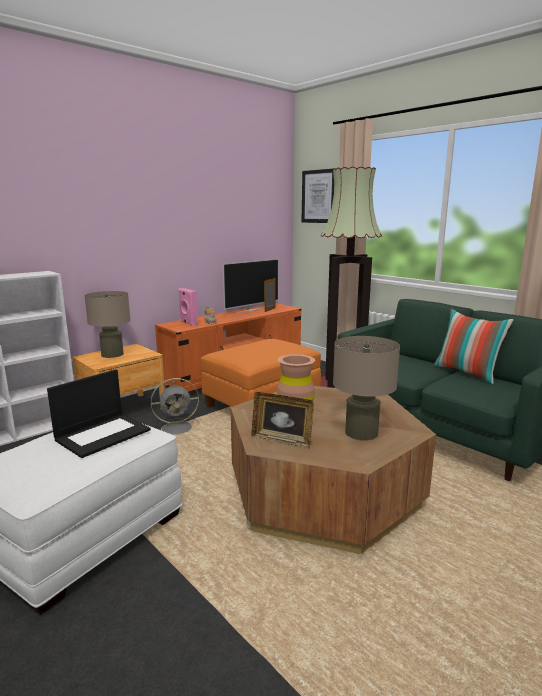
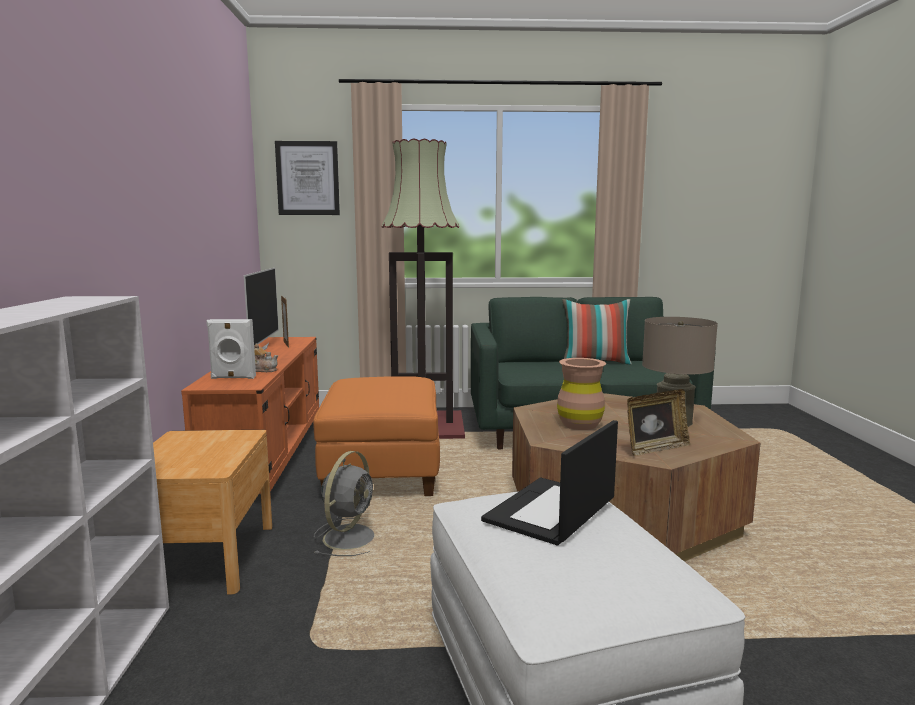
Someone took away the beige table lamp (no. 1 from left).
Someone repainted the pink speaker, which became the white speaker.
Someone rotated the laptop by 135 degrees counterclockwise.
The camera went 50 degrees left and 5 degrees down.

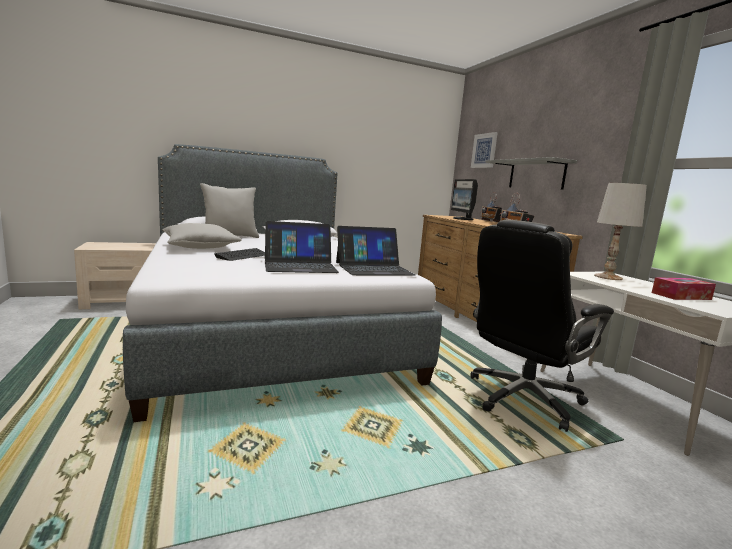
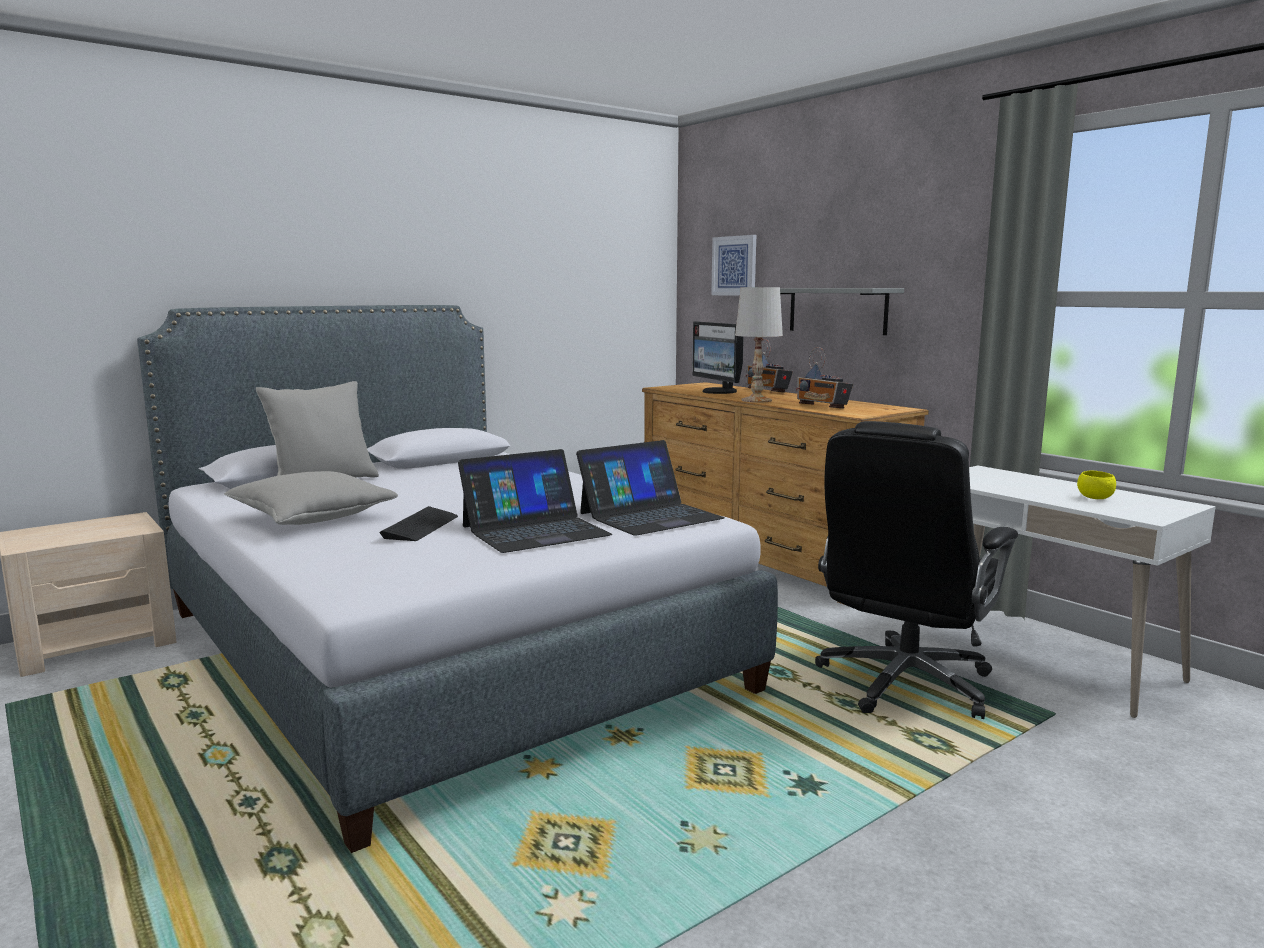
Someone carried the white table lamp.
Someone swapped the tissue box for the yellow bowl.
The camera went 15 degrees left and 0 degrees up.

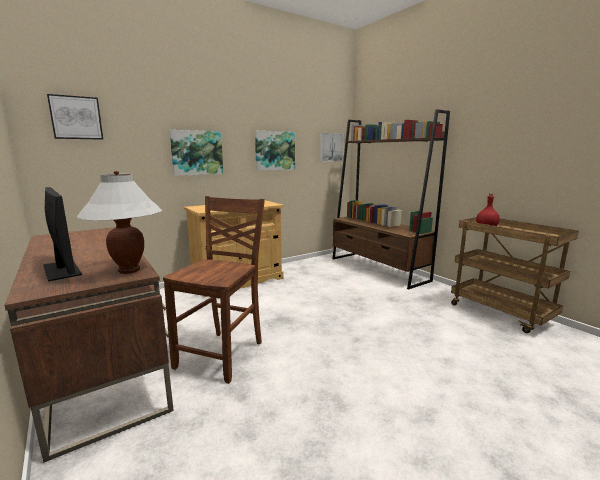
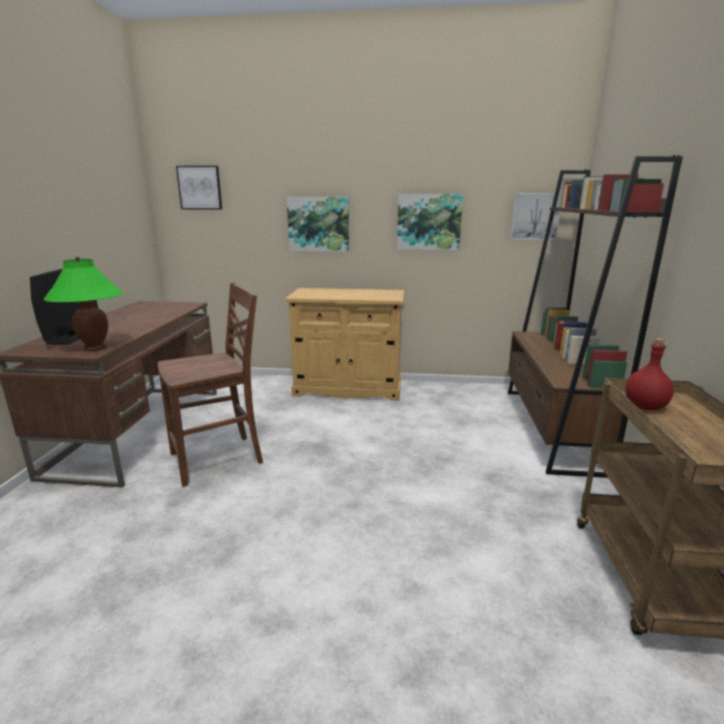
Someone repainted the white table lamp, which became the green table lamp.
The camera went 40 degrees right and 5 degrees up.

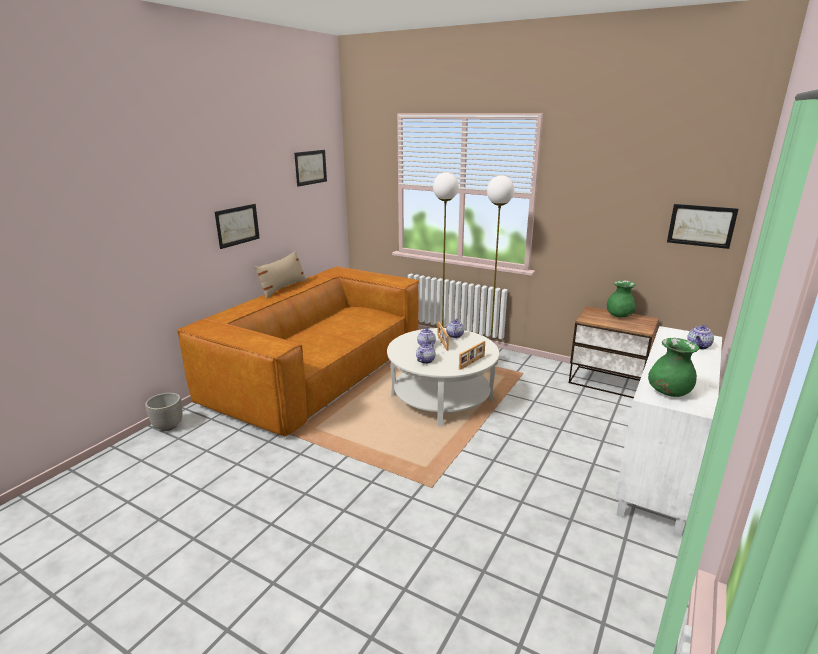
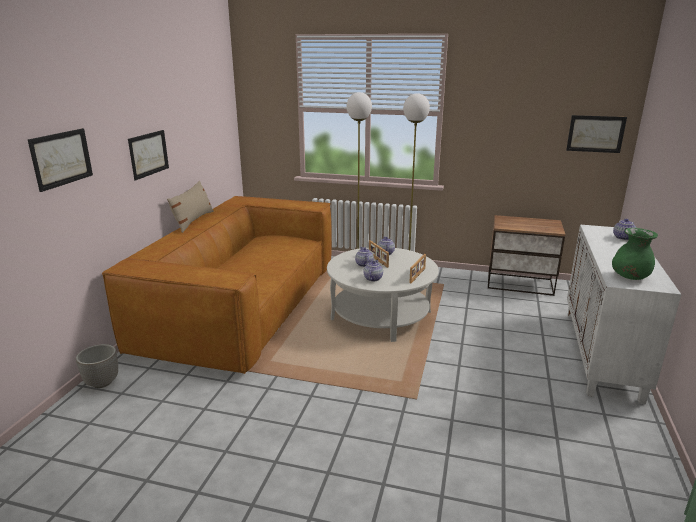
Someone took away the green vase (no. 1 from left).
Someone carried the picture (no. 2 from left in the first image).
The camera went 15 degrees left and 0 degrees up.

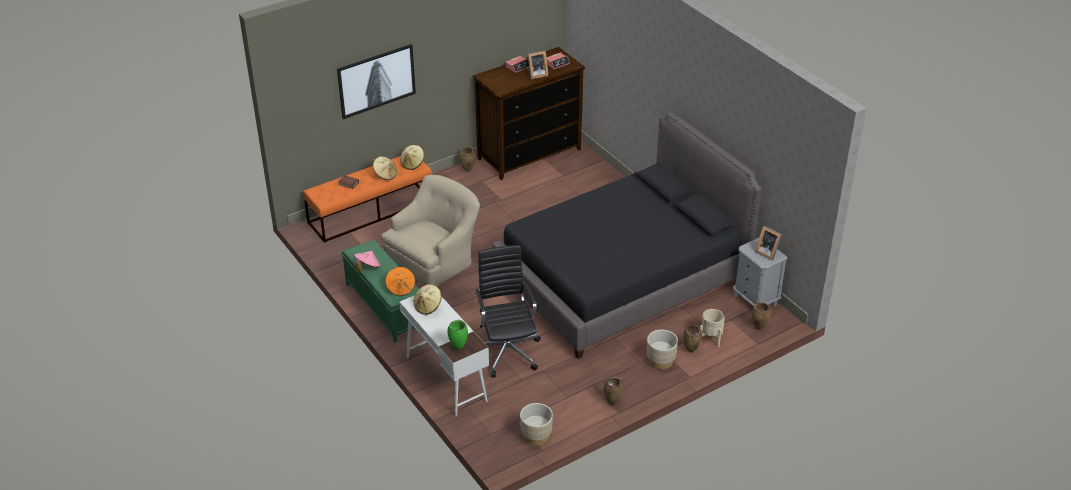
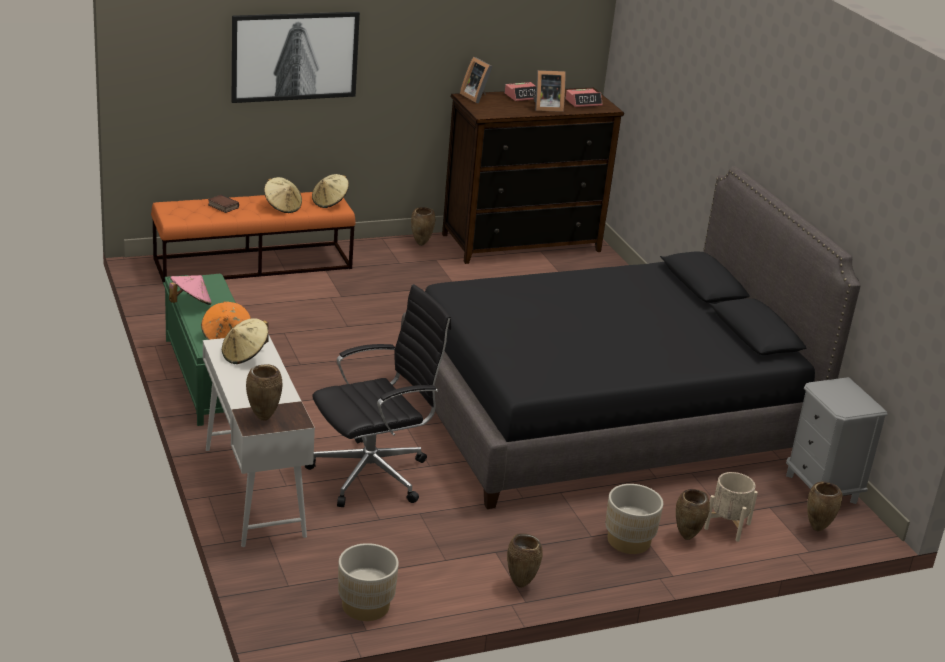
Someone took away the beige armchair.
Someone carried the picture frame (no. 2 from left in the first image).
Someone repainted the green vase, which became the brown vase (no. 1 from left).
Someone rotated the black office chair by 60 degrees clockwise.
The camera went 10 degrees right and 10 degrees down.

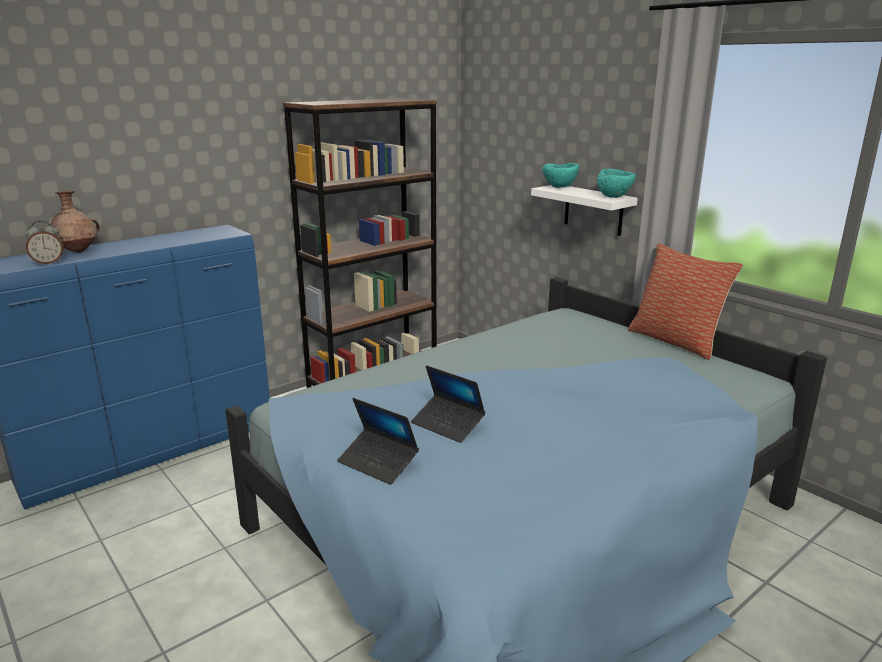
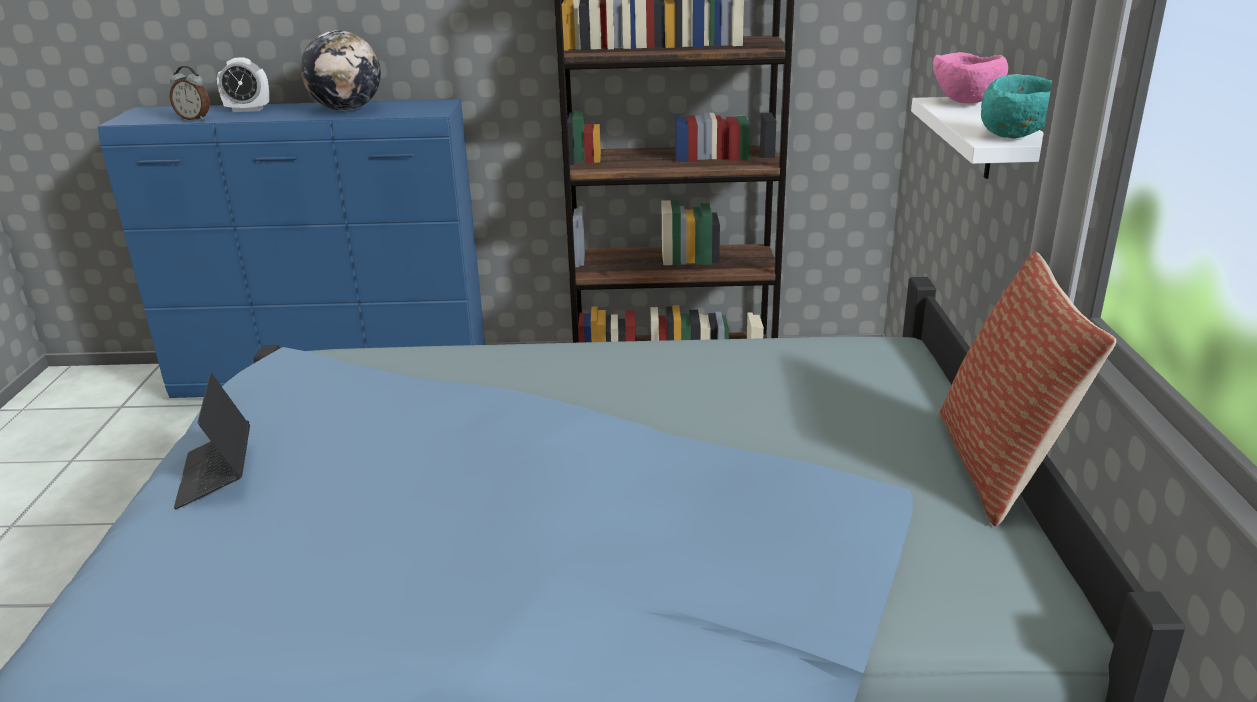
Someone took away the laptop (no. 2 from left).
Someone put down the globe.
Someone swapped the brown vase for the alarm clock (no. 2 from left).
Someone repainted the turquoise bowl (no. 1 from left), which became the pink bowl.
The camera went 40 degrees right and 5 degrees up.

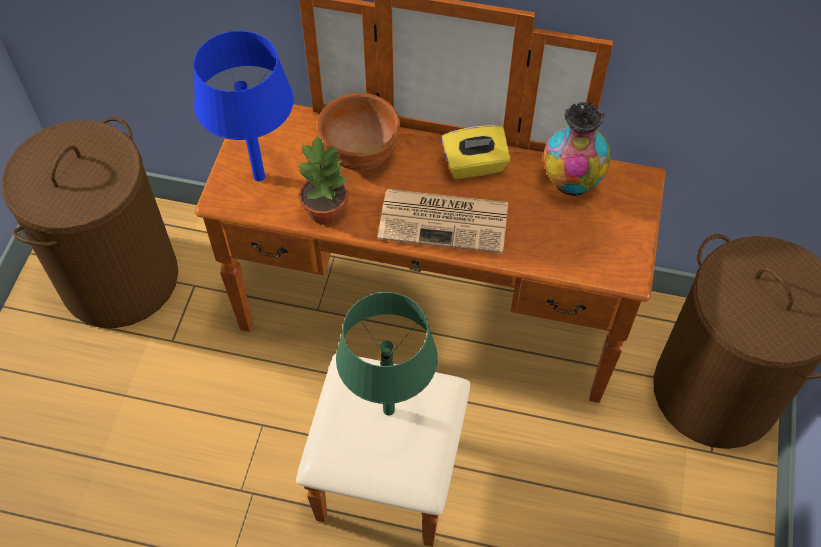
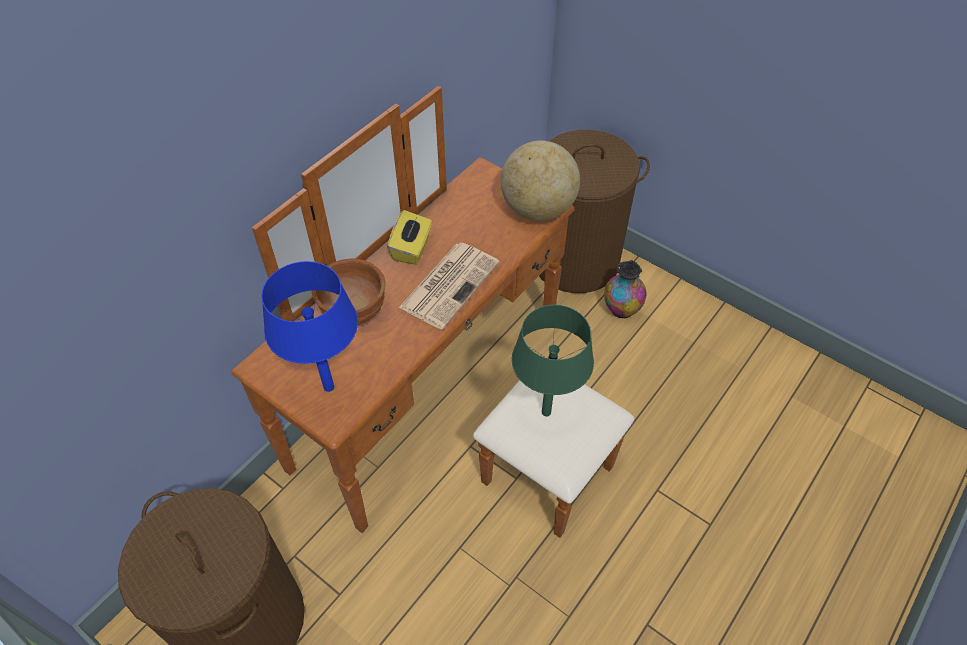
Someone took away the potted plant.
Someone put down the globe.
Someone carried the vase.
The camera went 65 degrees left and 5 degrees down.

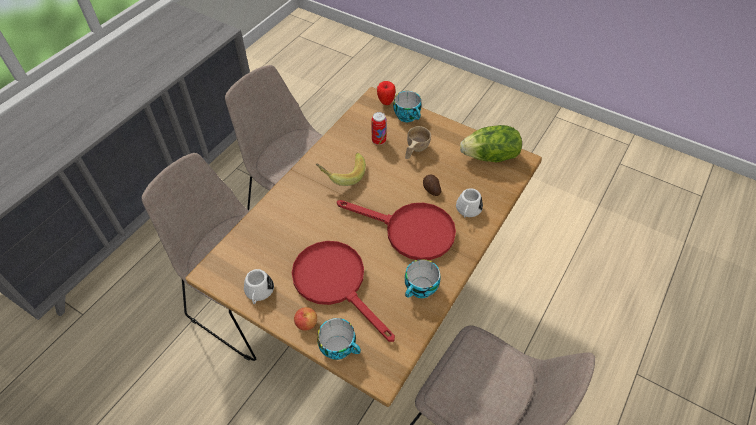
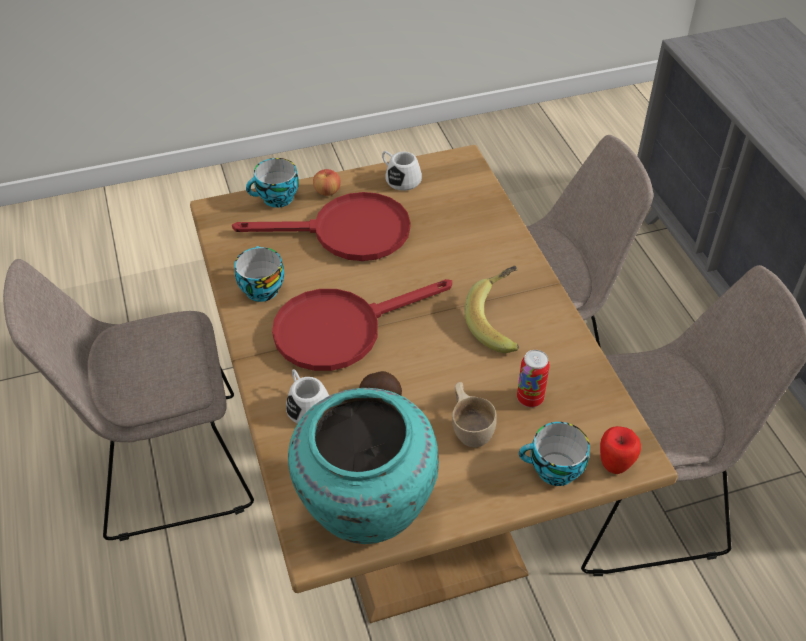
Someone swapped the lettuce for the turquoise vase.
The camera went 130 degrees right and 5 degrees down.

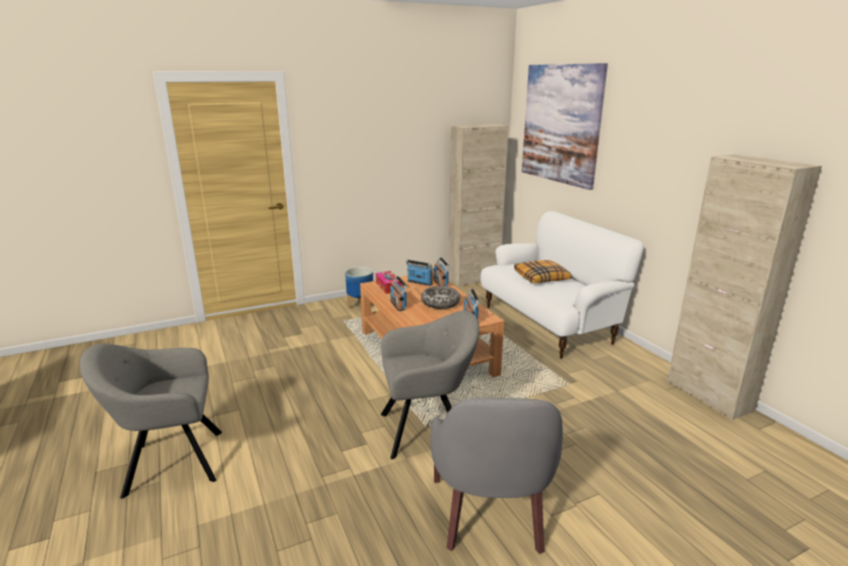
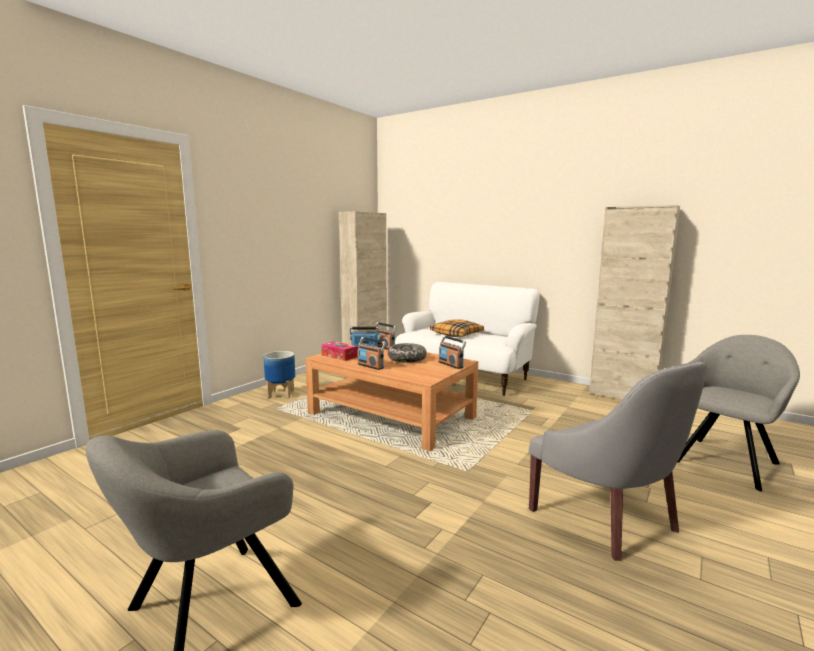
Someone took away the picture.
Someone carried the grey armchair (no. 2 from left in the first image).
The camera went 30 degrees left and 10 degrees down.

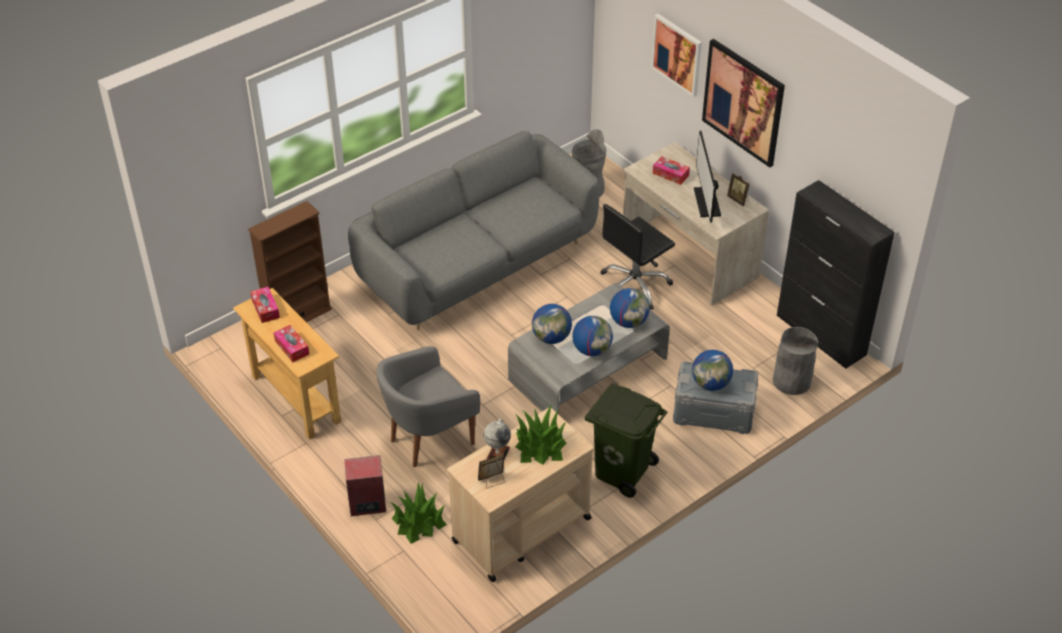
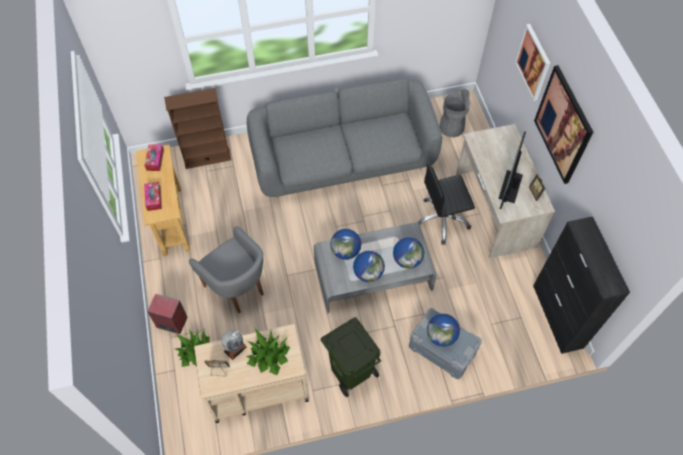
Someone took away the tissue box (no. 3 from left).
Someone took away the grey trash can (no. 2 from left).
Someone rotated the grey armchair by 120 degrees counterclockwise.
The camera went 25 degrees right and 15 degrees up.

